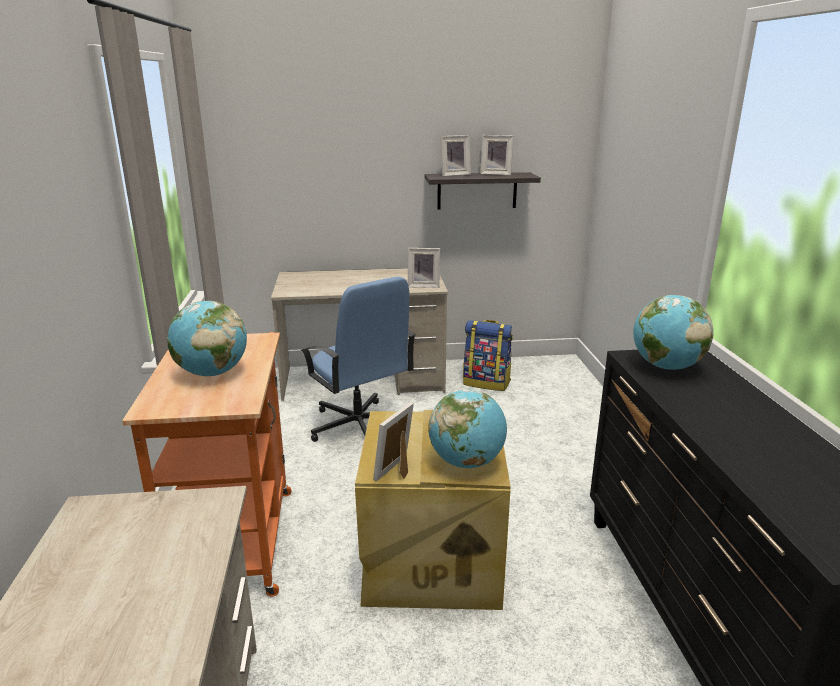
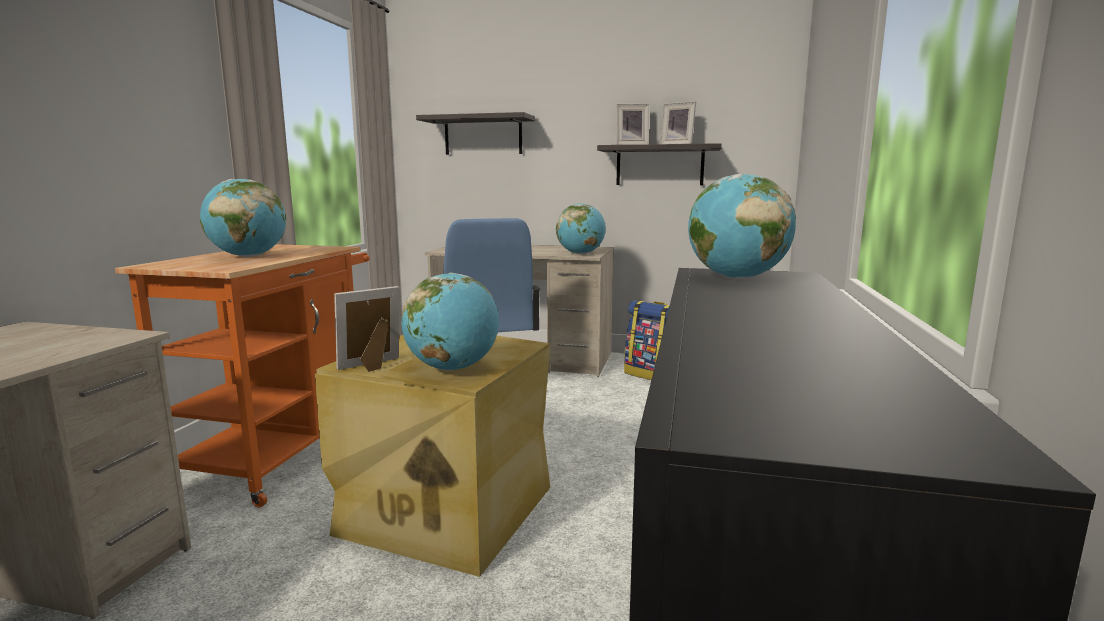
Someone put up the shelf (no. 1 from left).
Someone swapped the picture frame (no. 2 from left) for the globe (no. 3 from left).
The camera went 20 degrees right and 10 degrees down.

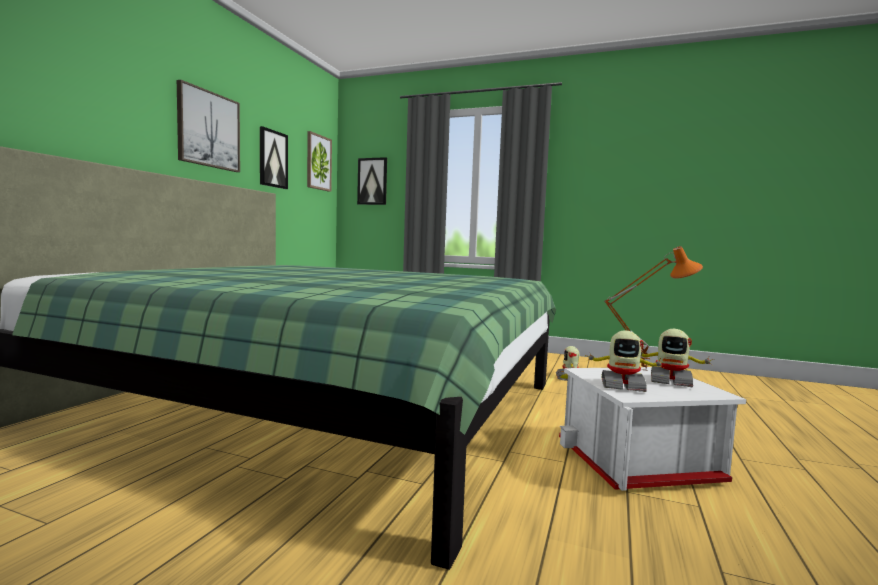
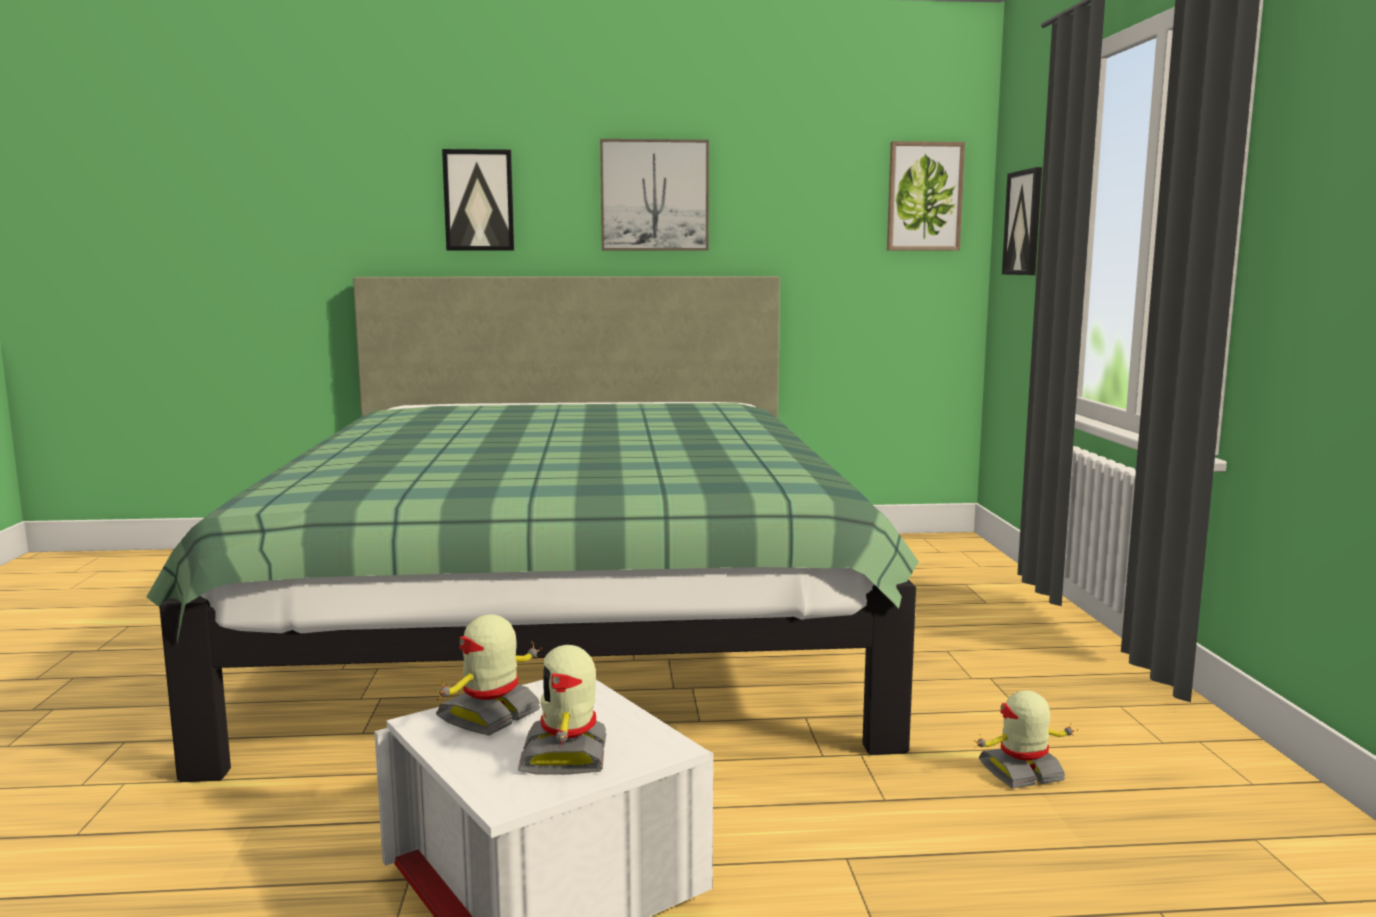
Someone took away the orange table lamp.
Someone carried the picture (no. 2 from left in the first image).
Someone rotated the toy robot (no. 2 from left in the first image) by 45 degrees clockwise.
The camera went 65 degrees right and 5 degrees up.

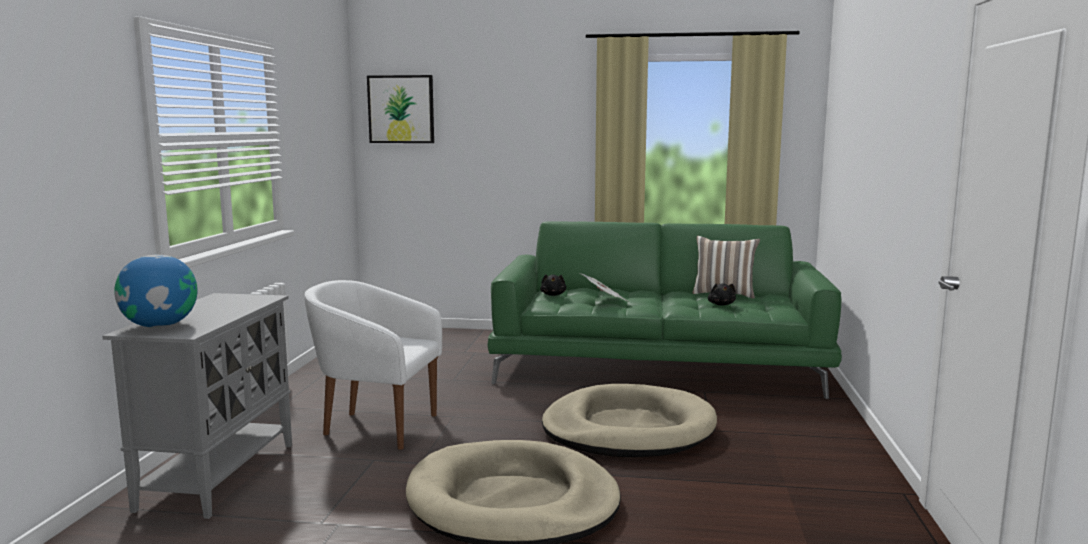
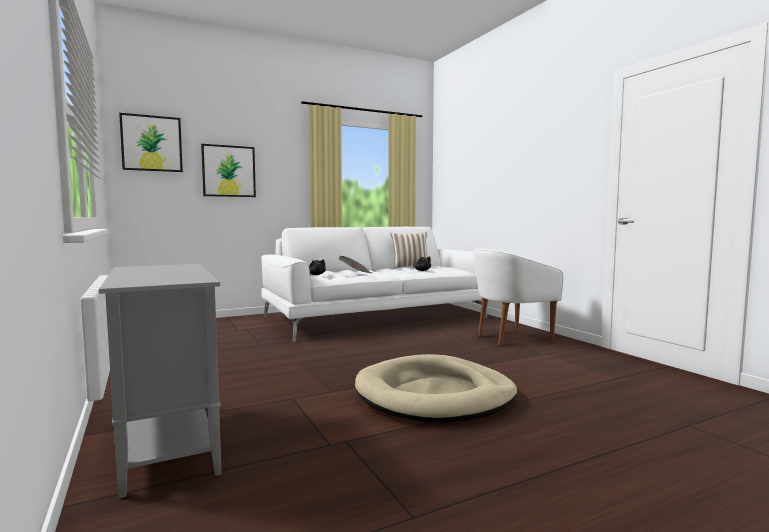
Someone took away the globe.
Someone took away the beige dog bed (no. 2 from left).
Someone put up the picture (no. 2 from left).
Someone carried the white armchair.
Someone repainted the green sofa, which became the white sofa.
The camera went 35 degrees left and 5 degrees down.

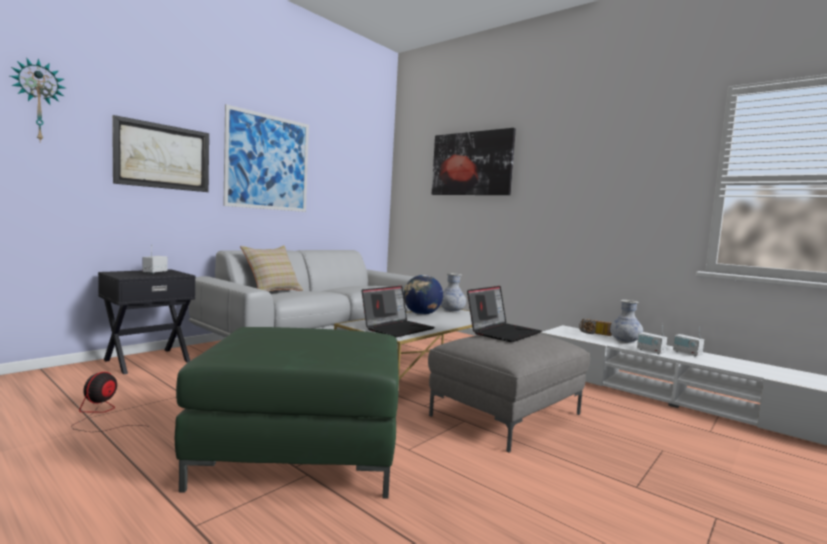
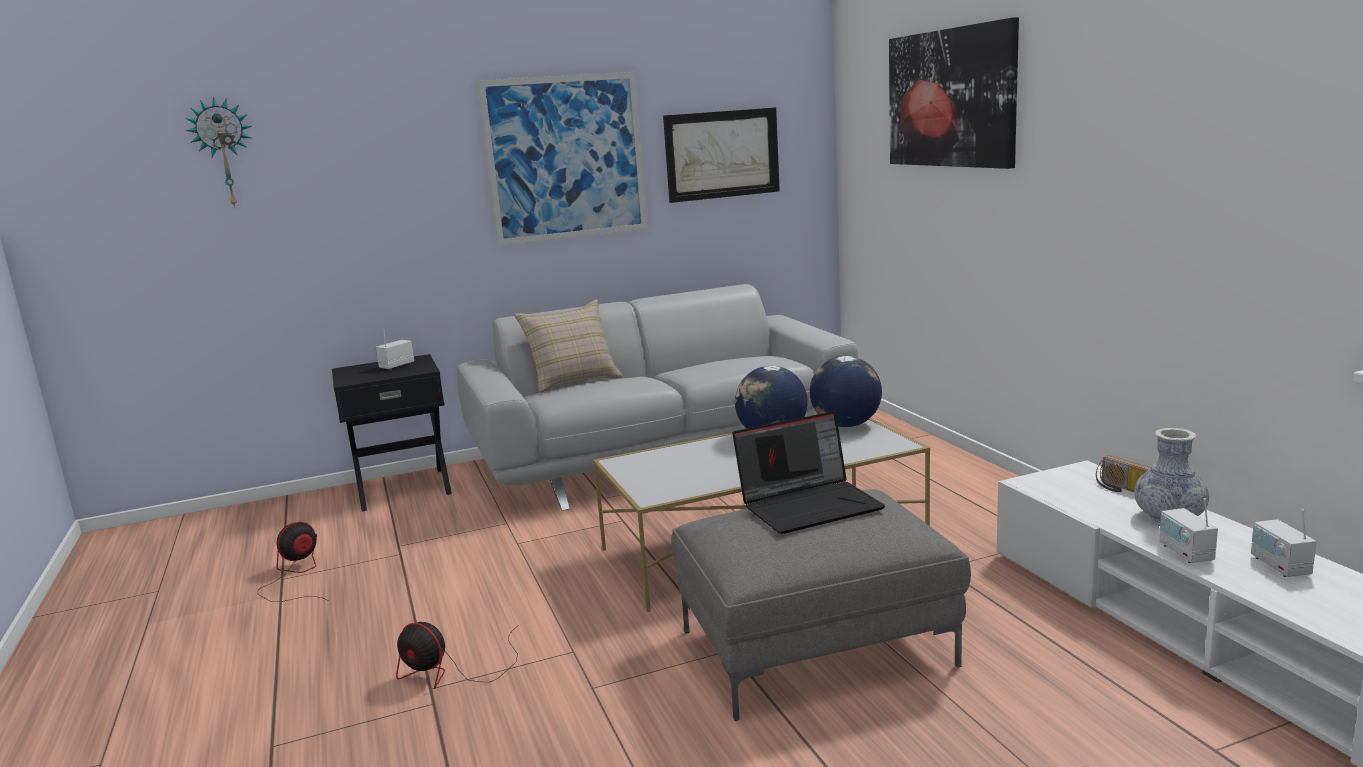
Someone took away the laptop (no. 1 from left).
Someone carried the picture (no. 1 from left in the first image).
Someone swapped the green ottoman for the fan (no. 2 from left).
Someone swapped the vase (no. 1 from left) for the globe (no. 2 from left).
The camera went 30 degrees right and 10 degrees up.

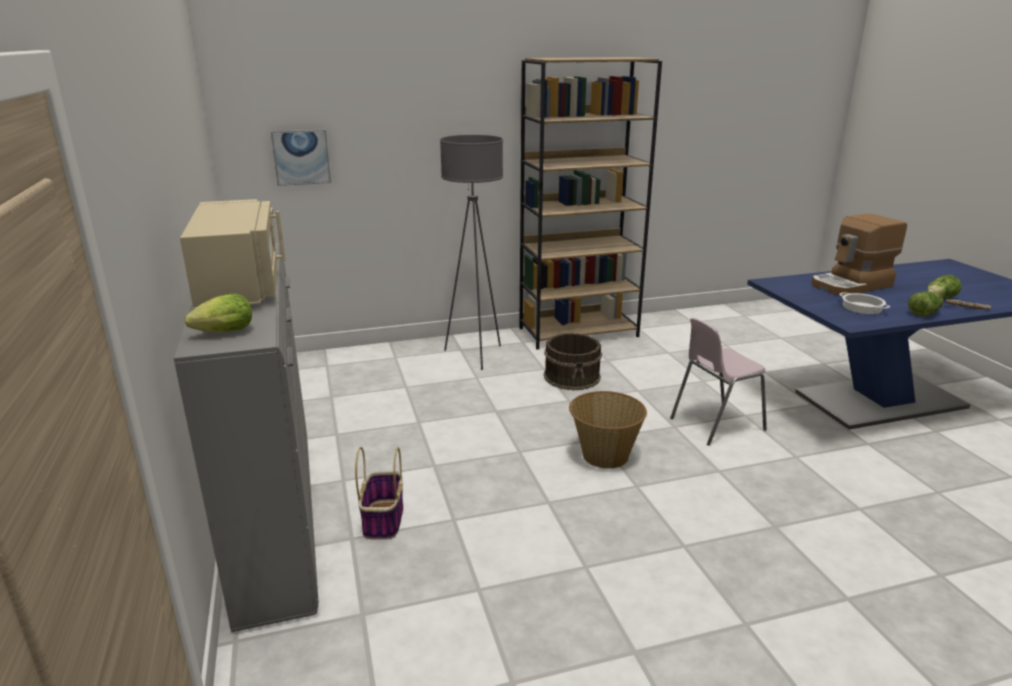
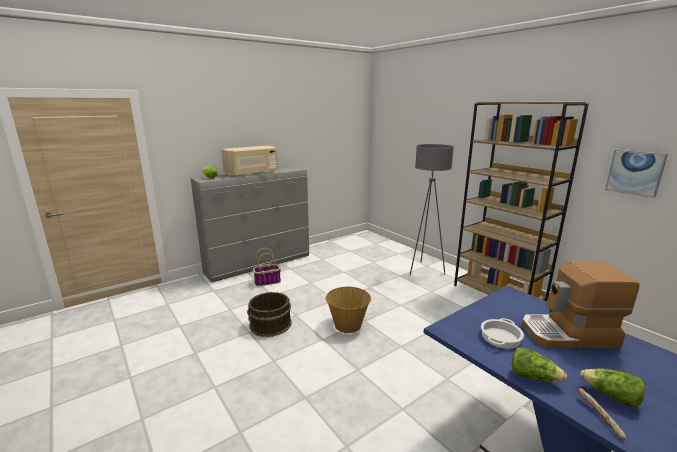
Someone took away the pink chair.
Someone carried the picture.
Someone carried the brown bucket.
Someone rotated the coffee machine by 45 degrees counterclockwise.
The camera went 70 degrees right and 5 degrees down.

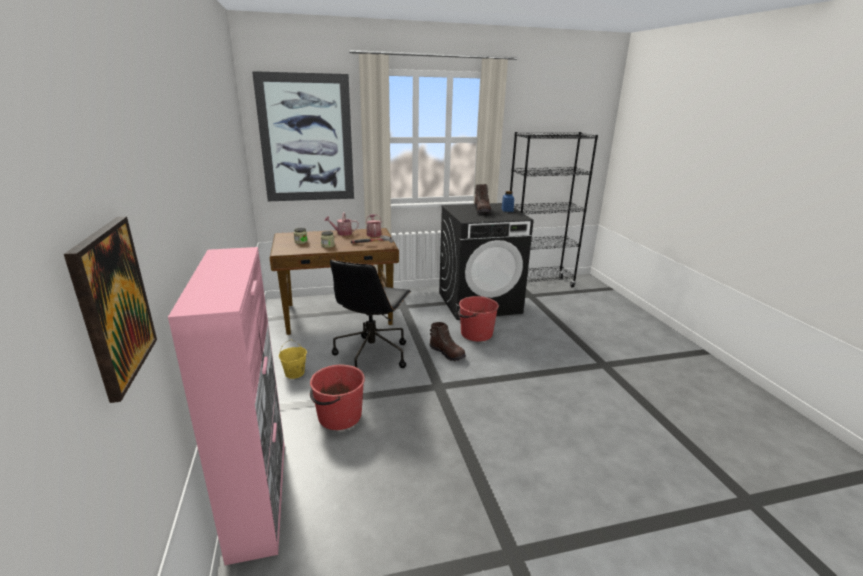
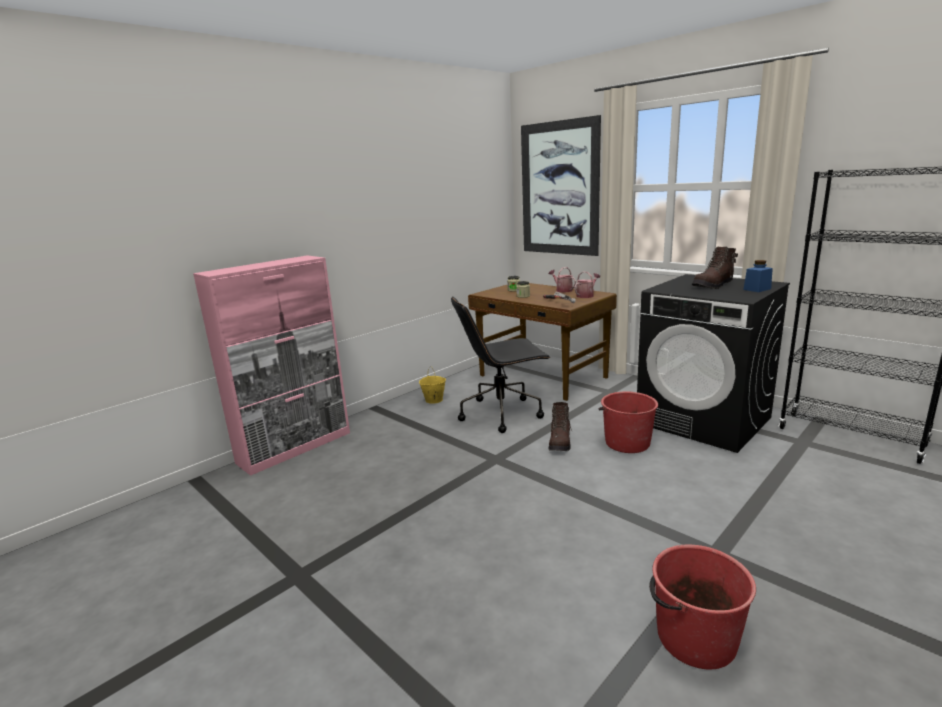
Someone took away the picture (no. 1 from left).
Someone carried the red bucket (no. 1 from left in the first image).
The camera went 60 degrees right and 5 degrees down.

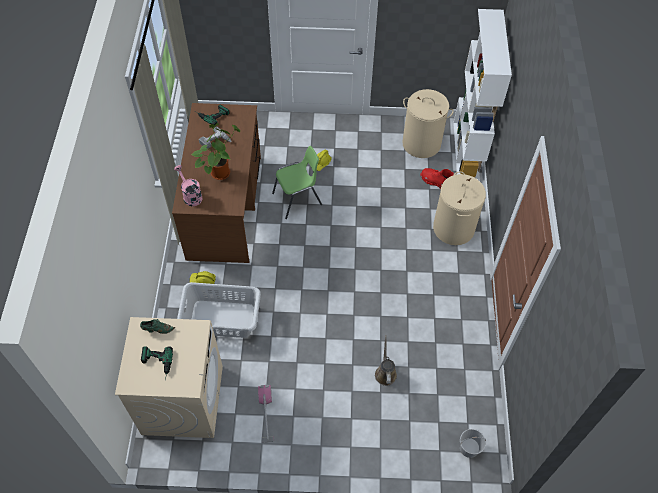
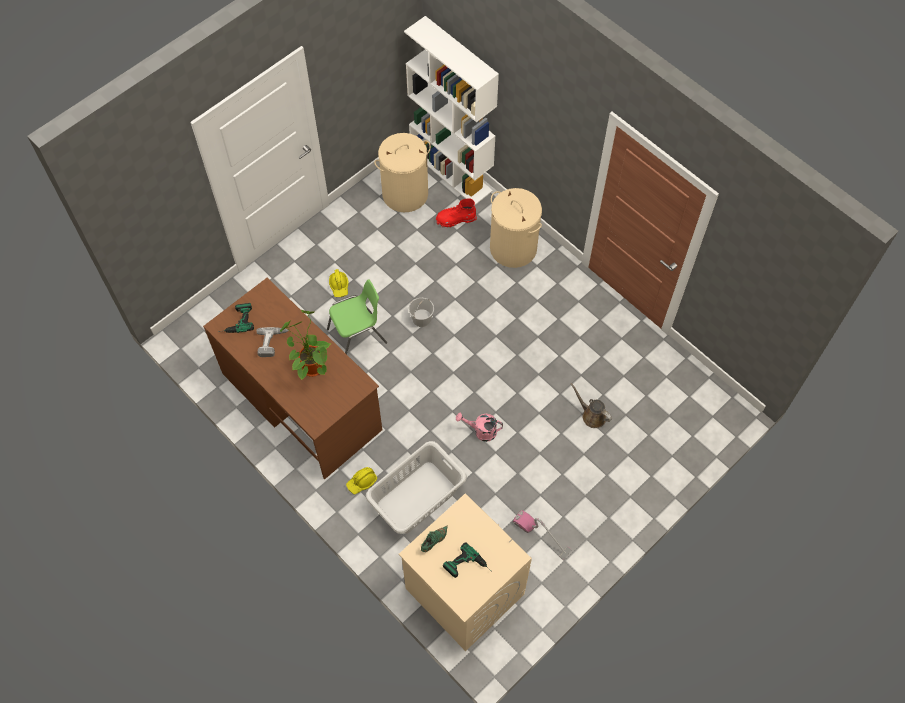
Someone carried the pink watering can.
Someone carried the white bucket.
Someone rotated the green chair by 45 degrees clockwise.
The camera went 45 degrees left and 5 degrees up.

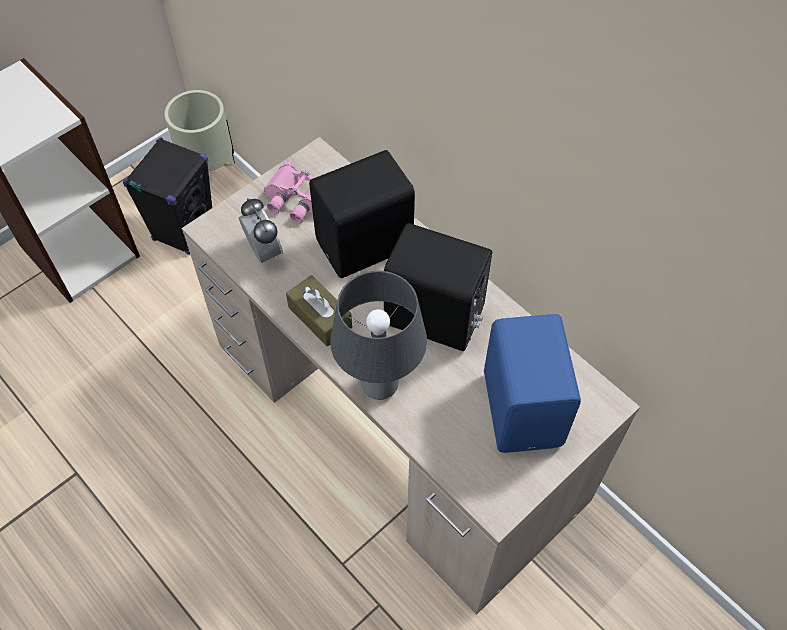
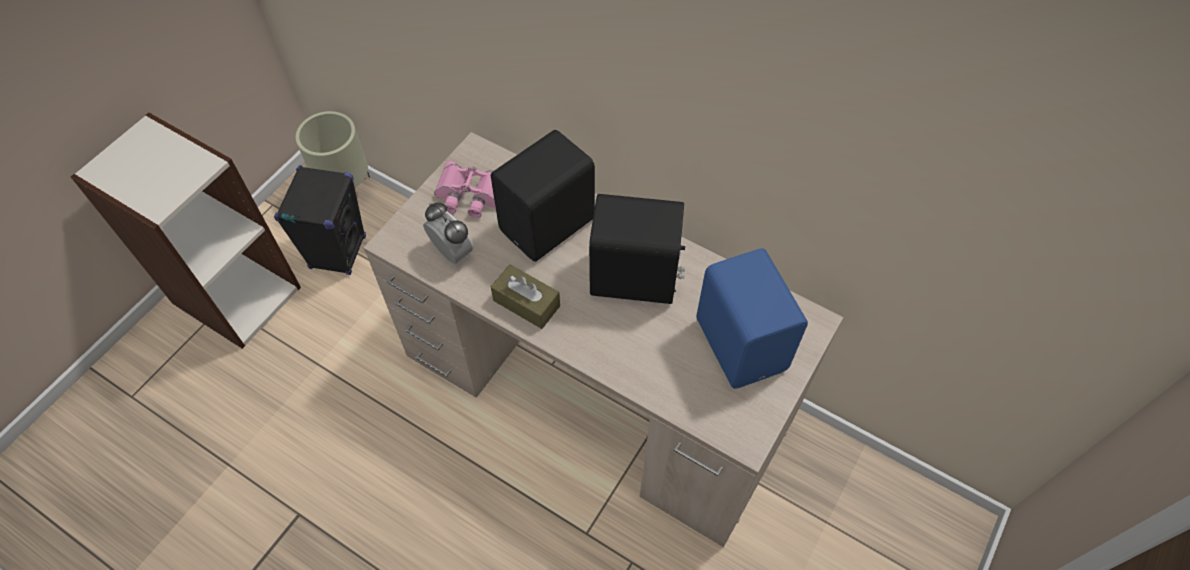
Someone took away the grey table lamp.
The camera went 15 degrees left and 0 degrees up.

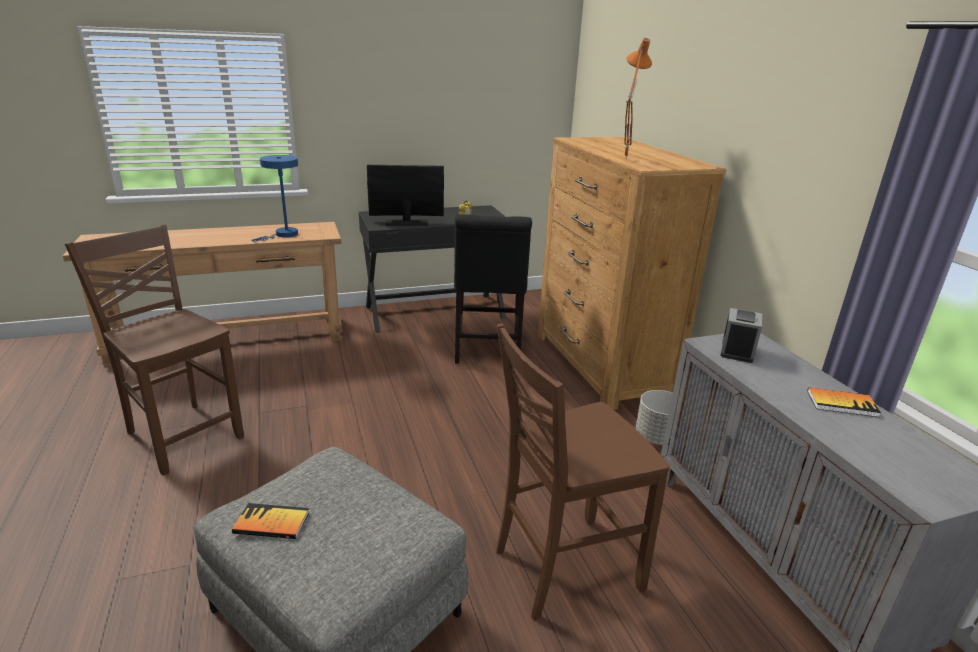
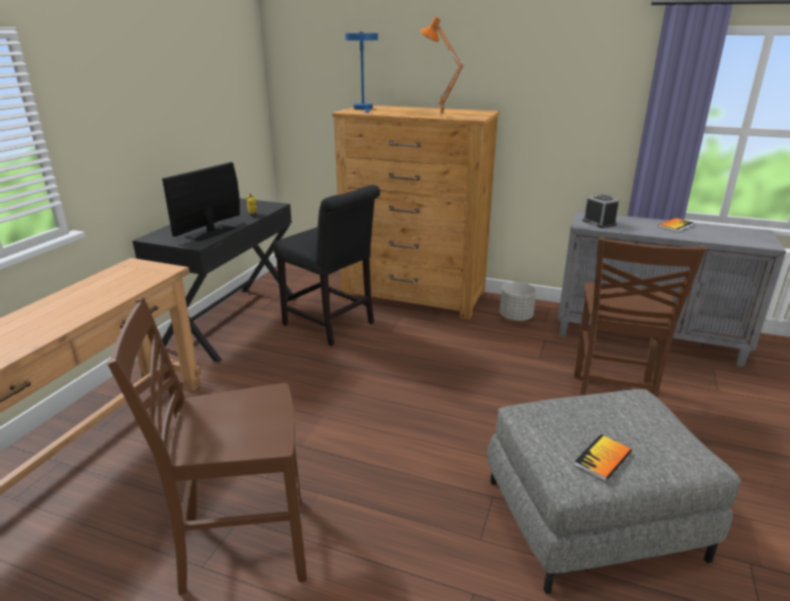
Someone carried the blue table lamp.
The camera went 50 degrees left and 0 degrees up.

